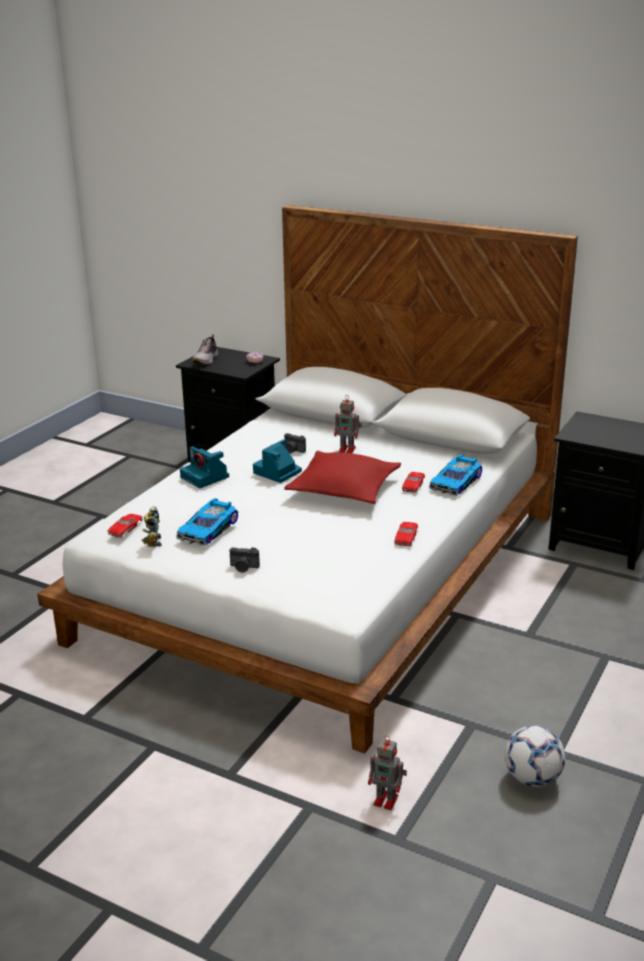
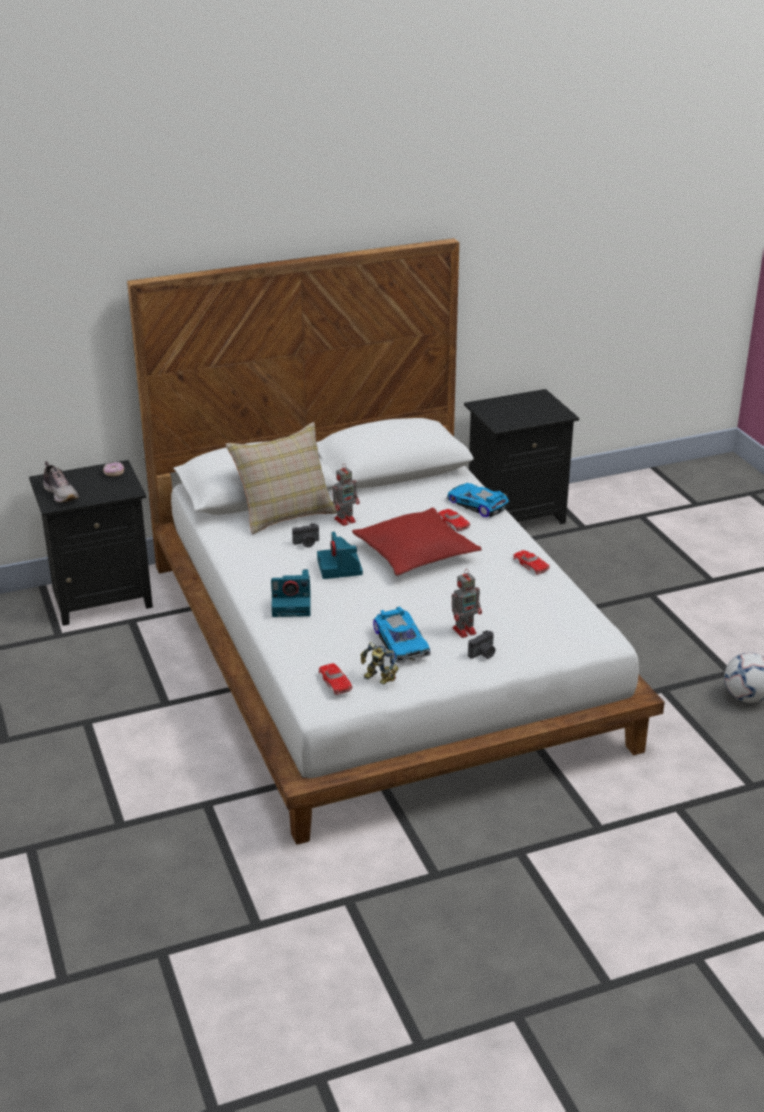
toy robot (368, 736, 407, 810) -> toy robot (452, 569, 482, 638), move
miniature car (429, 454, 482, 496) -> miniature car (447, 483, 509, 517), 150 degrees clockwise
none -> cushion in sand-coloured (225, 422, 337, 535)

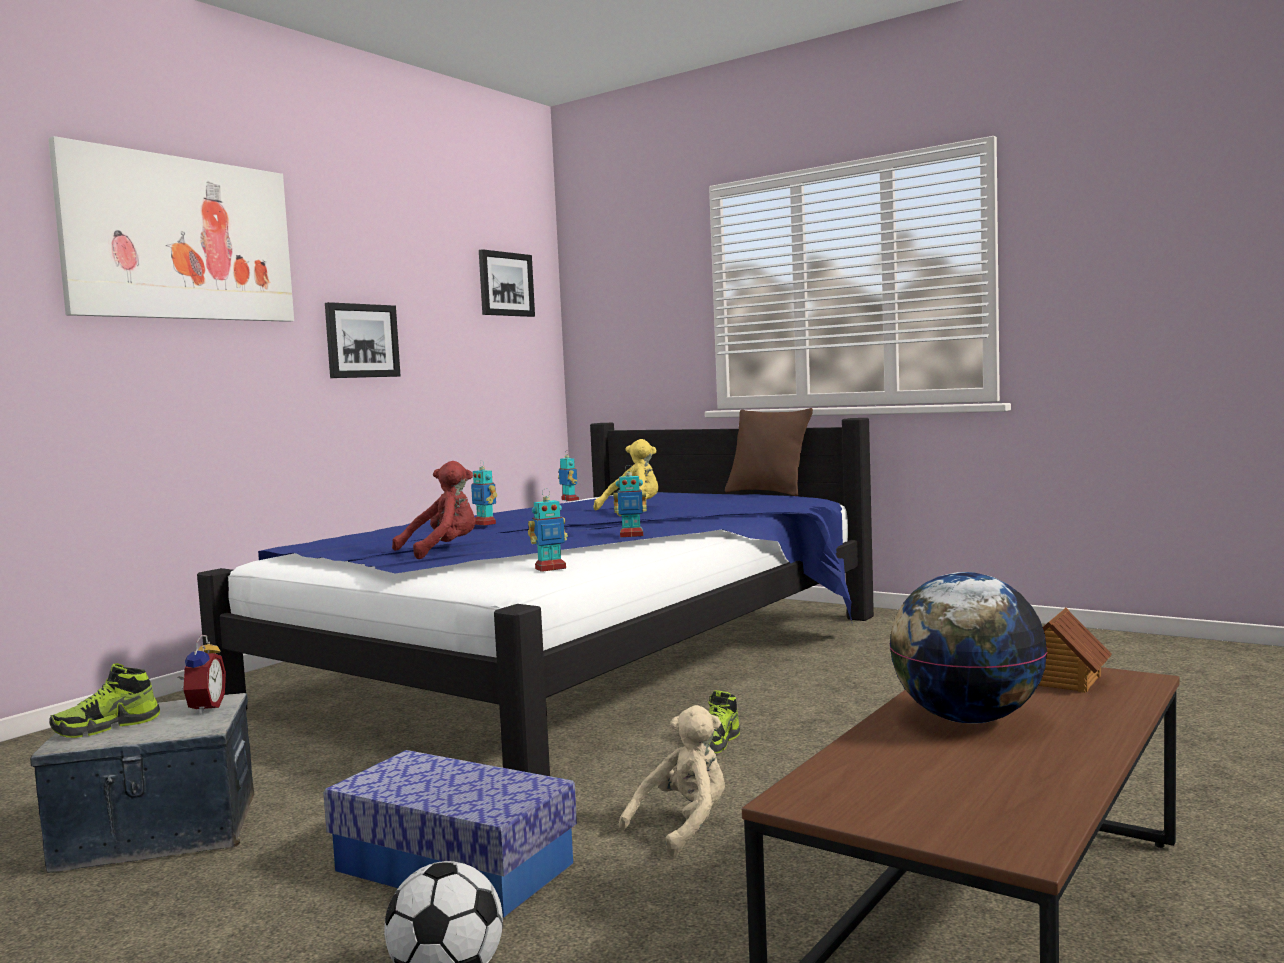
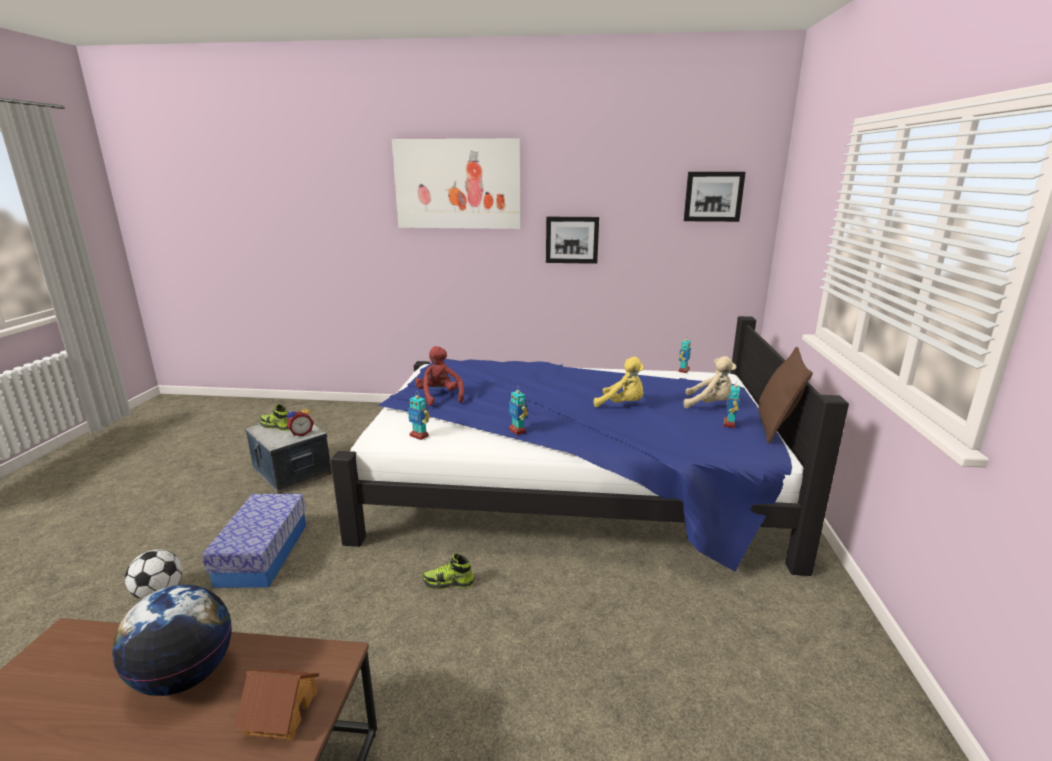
plush toy in red-coloured (392, 461, 476, 559) -> plush toy in red-coloured (415, 346, 464, 406), 135 degrees counterclockwise
toy robot (471, 462, 497, 526) -> toy robot (724, 385, 740, 428), move
plush toy in sand-coloured (618, 705, 725, 857) -> plush toy in sand-coloured (683, 356, 737, 408), move

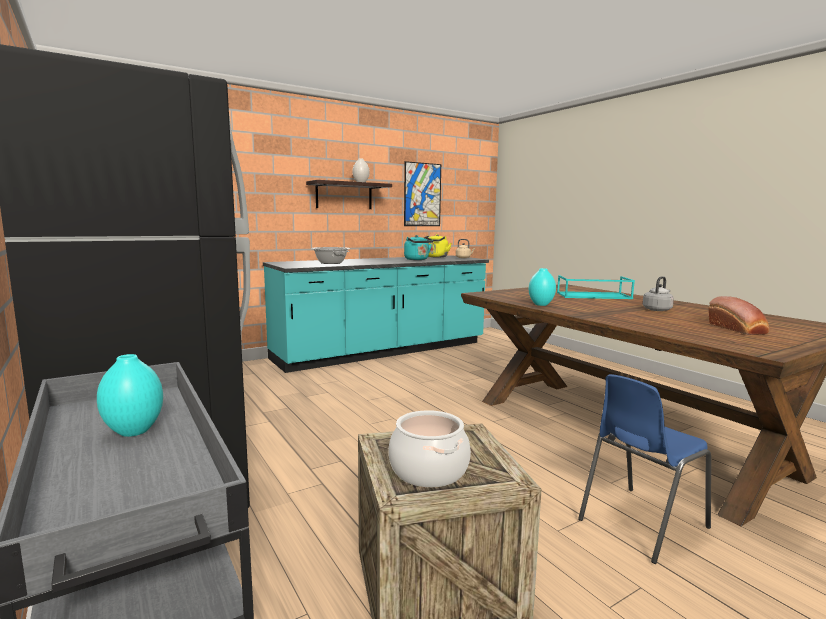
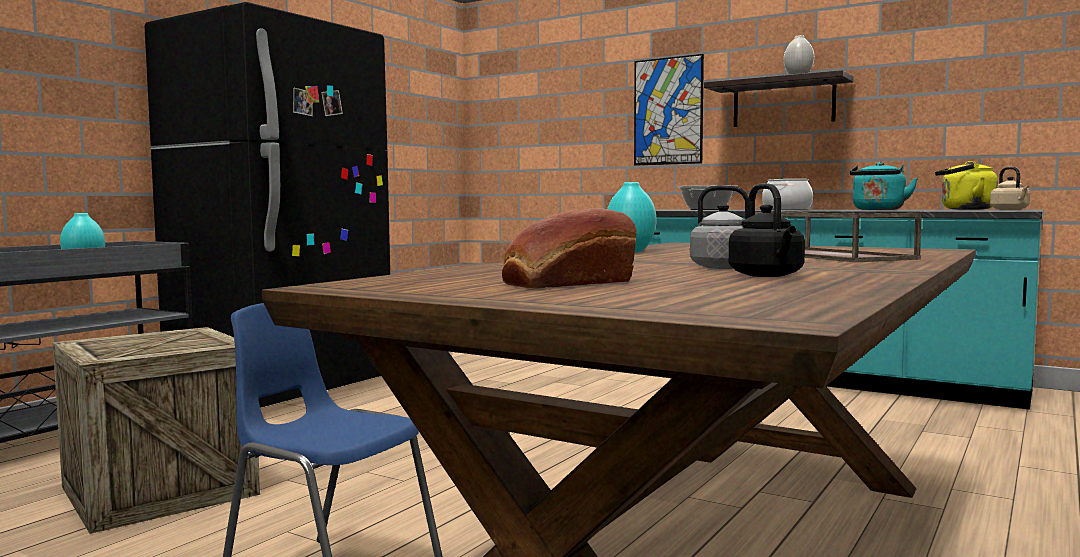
saucepot (388, 410, 471, 487) -> saucepot (762, 179, 813, 210), move
wall art (404, 161, 441, 226) -> wall art (634, 54, 704, 166), move
serving tray in turquoise (557, 275, 635, 299) -> serving tray in brown-coloured (755, 211, 922, 262)
none -> water kettle in blackish (729, 183, 805, 277)

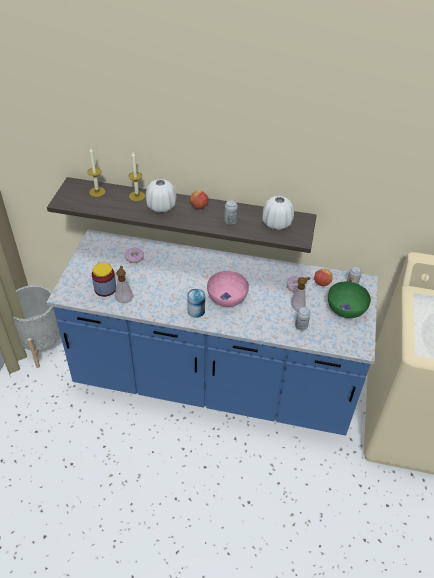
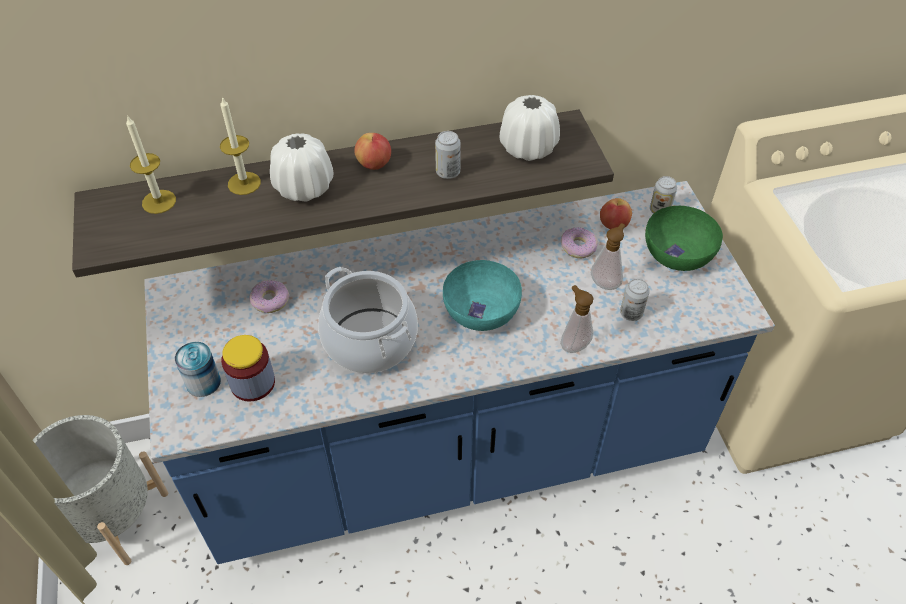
soap dispenser (115, 266, 133, 303) -> soap dispenser (560, 285, 594, 353), move
sealed can (187, 289, 205, 318) -> sealed can (175, 342, 221, 397), move
serving bowl in pink-coloured (207, 271, 249, 307) -> serving bowl in turquoise (443, 260, 522, 331)
none -> saucepot (318, 267, 418, 373)

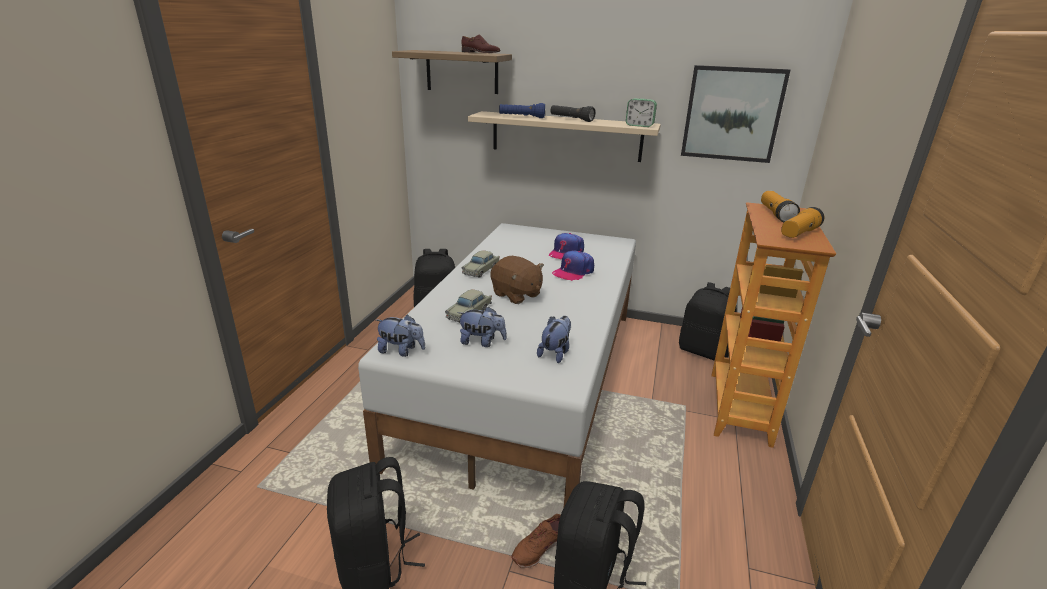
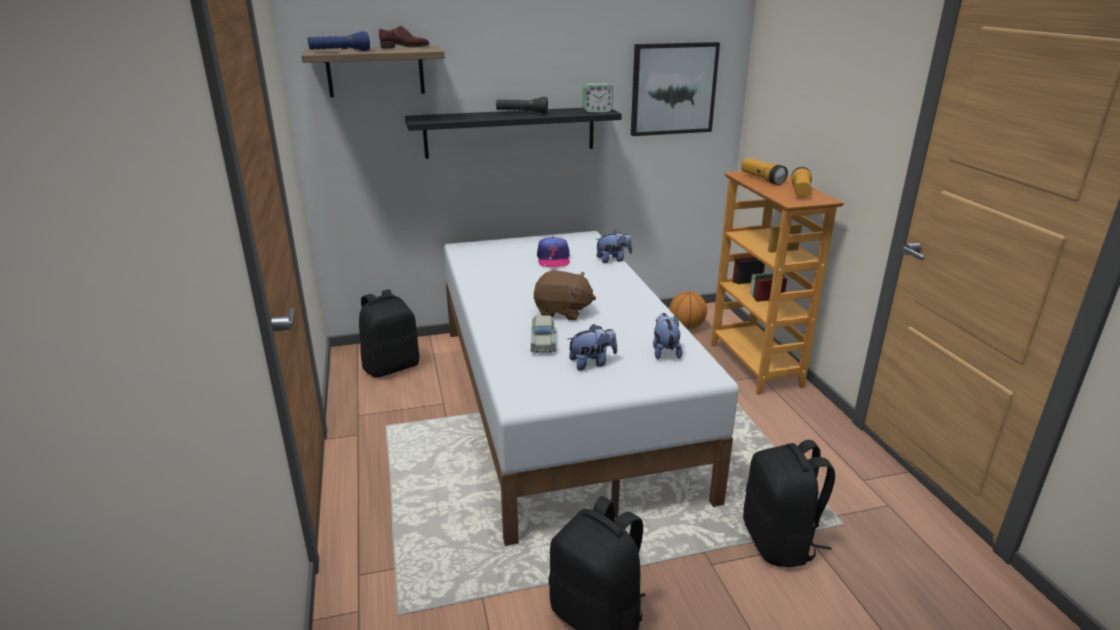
plush toy (376, 314, 425, 357) -> plush toy (595, 231, 632, 263), move
miniature car in sand-coloured (462, 250, 499, 278) -> none
shelf in sand-coloured (468, 111, 661, 162) -> shelf in blackish (405, 108, 622, 159)
torch in blue (499, 103, 545, 118) -> torch in blue (308, 31, 370, 51), move
low shoe in brown-coloured (511, 514, 561, 568) -> none
peaked cap (552, 250, 594, 281) -> none
rucksack in blackish (679, 282, 737, 361) -> basketball ball (669, 291, 707, 329)

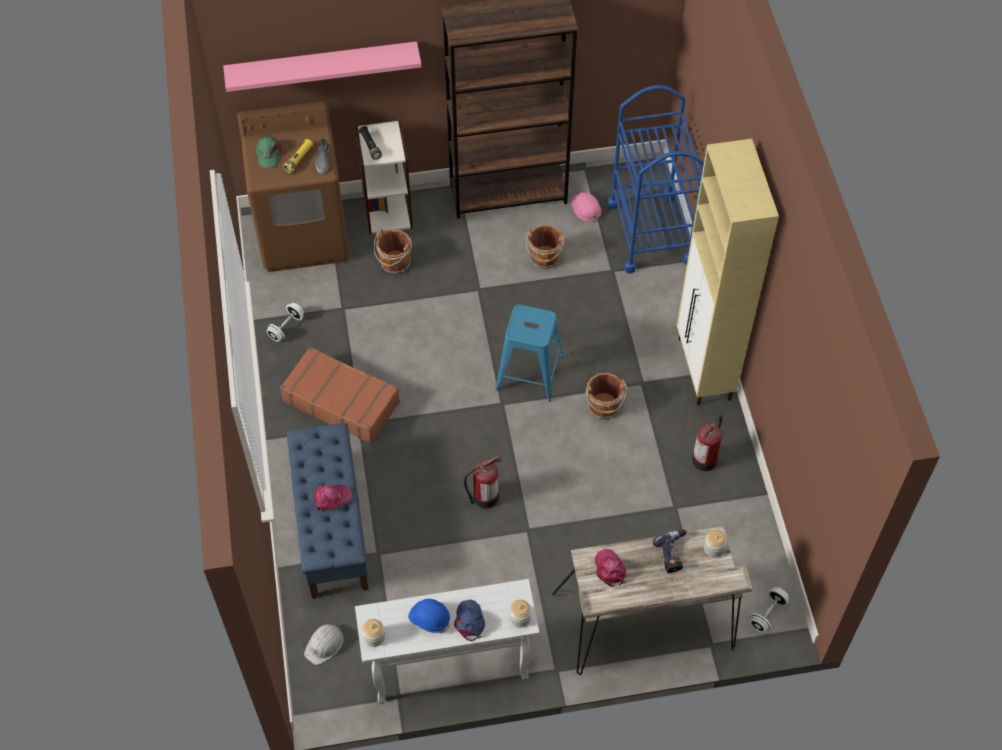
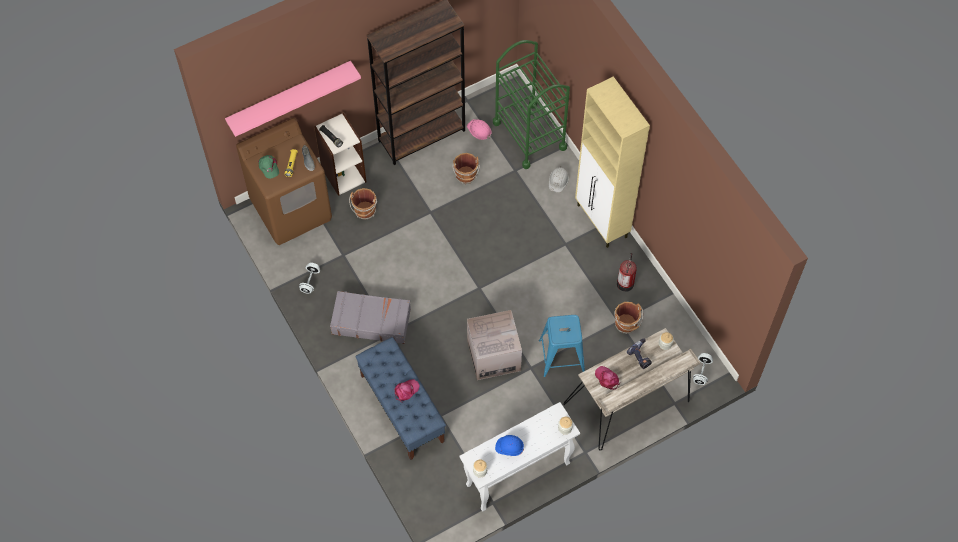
travel case in brown-coloured (280, 347, 400, 444) -> travel case in greyish (330, 291, 411, 344)
hard hat in white-coloured (304, 623, 344, 665) -> hard hat in white-coloured (549, 168, 569, 193), move
peaked cap in blue (454, 599, 485, 641) -> none
fire-fighting cylinder (464, 455, 501, 508) -> packing box (467, 310, 522, 380)
stool seat in blue (495, 305, 563, 402) -> stool seat in blue (539, 315, 585, 377), move
bucket in brown-coloured (586, 373, 627, 419) -> bucket in brown-coloured (614, 302, 643, 334), move
cart in blue (607, 85, 704, 273) -> cart in greenish (493, 40, 570, 169)

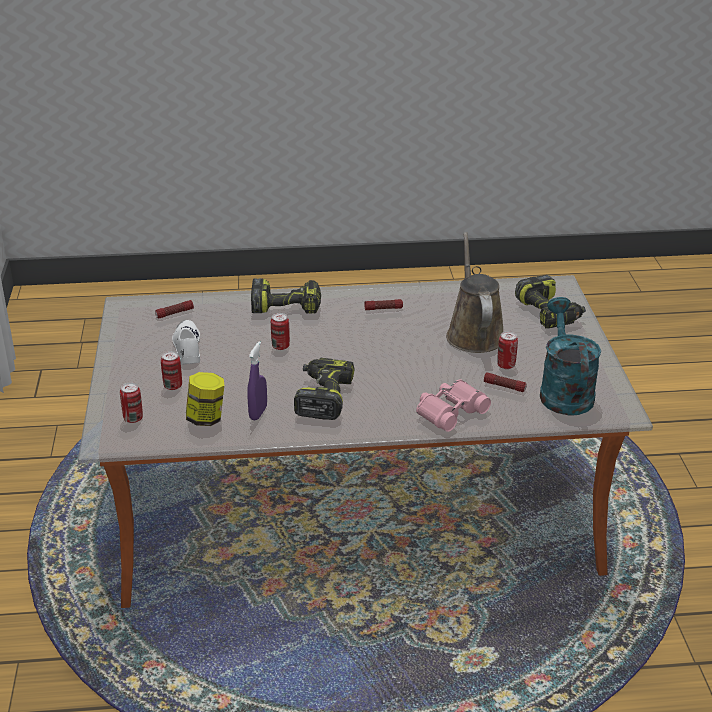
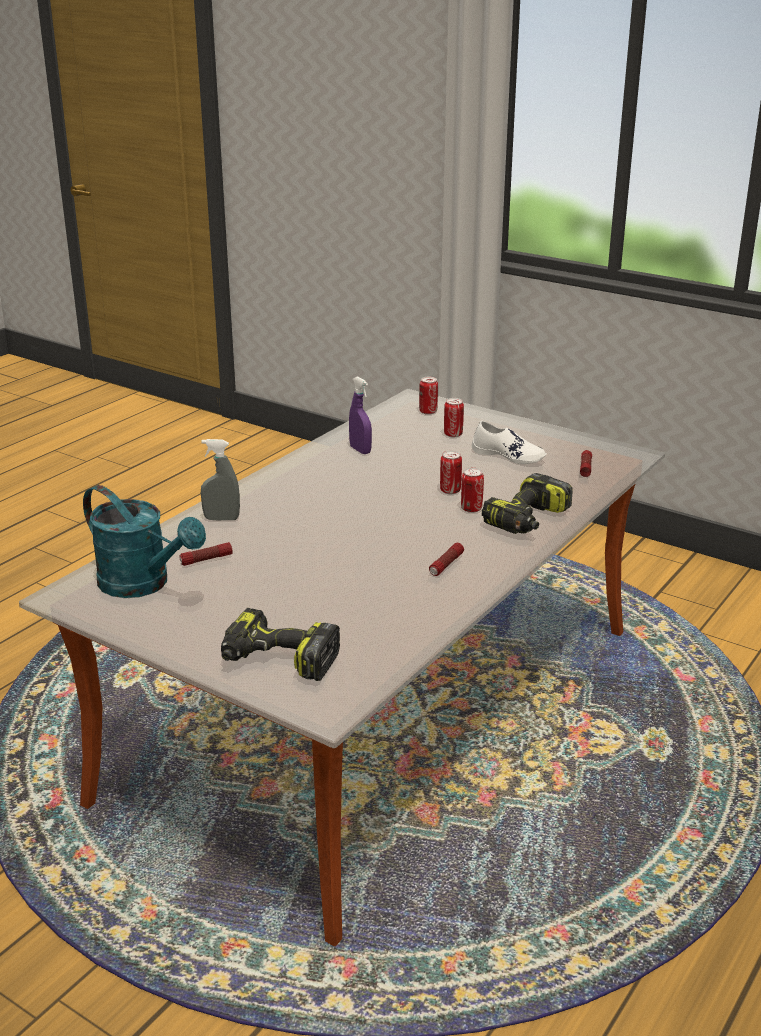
jar (186, 372, 224, 426) -> none
power drill (294, 358, 355, 420) -> none
field glasses in pink-coloured (416, 379, 491, 432) -> hand sprayer in greyish (201, 439, 240, 520)
watering pot in brown-coloured (446, 232, 503, 353) -> none
sealed can (497, 331, 518, 369) -> sealed can (461, 468, 484, 513), move

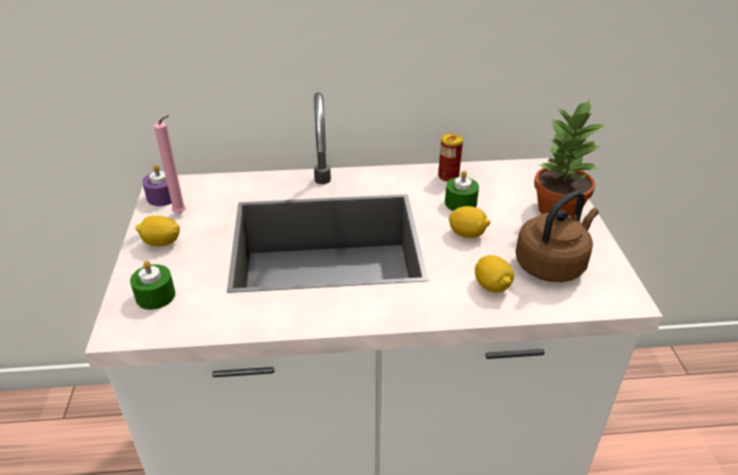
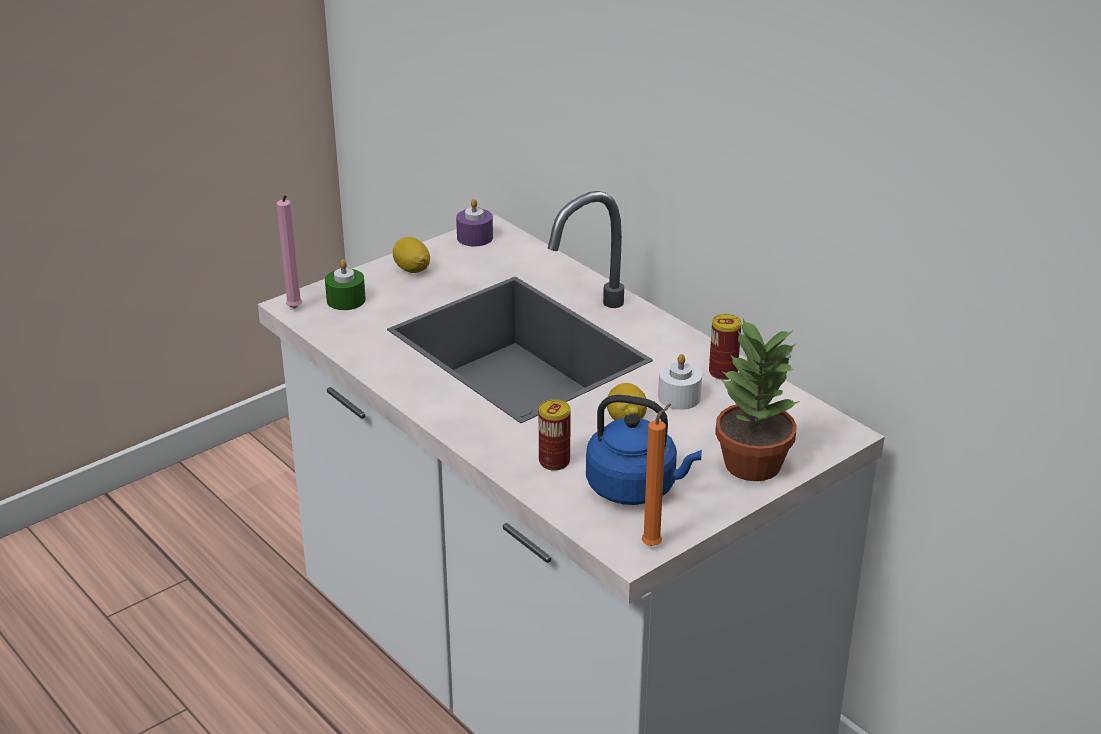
candle in pink-coloured (154, 115, 186, 214) -> candle in pink-coloured (277, 195, 302, 309), move
candle in greenish (445, 170, 479, 211) -> candle in white-coloured (658, 354, 702, 410)
lemon (475, 255, 514, 293) -> sealed can (539, 399, 571, 471)
water kettle in brown-coloured (515, 191, 599, 282) -> water kettle in blue (586, 395, 702, 505)
none -> candle in orange (642, 404, 671, 546)

